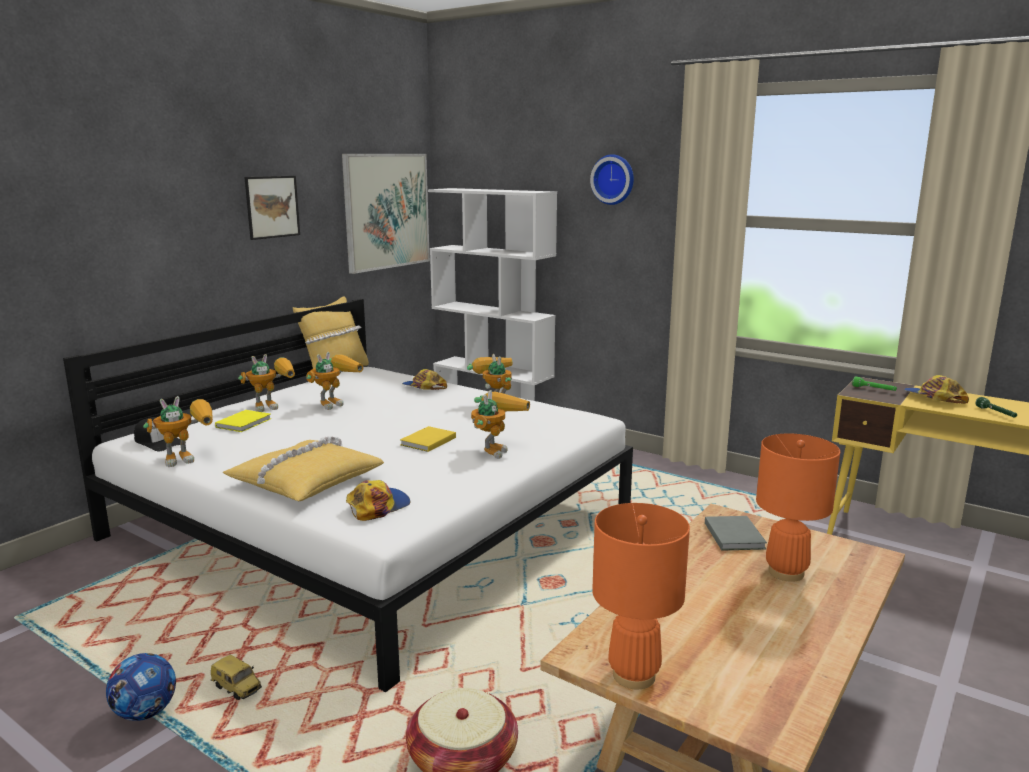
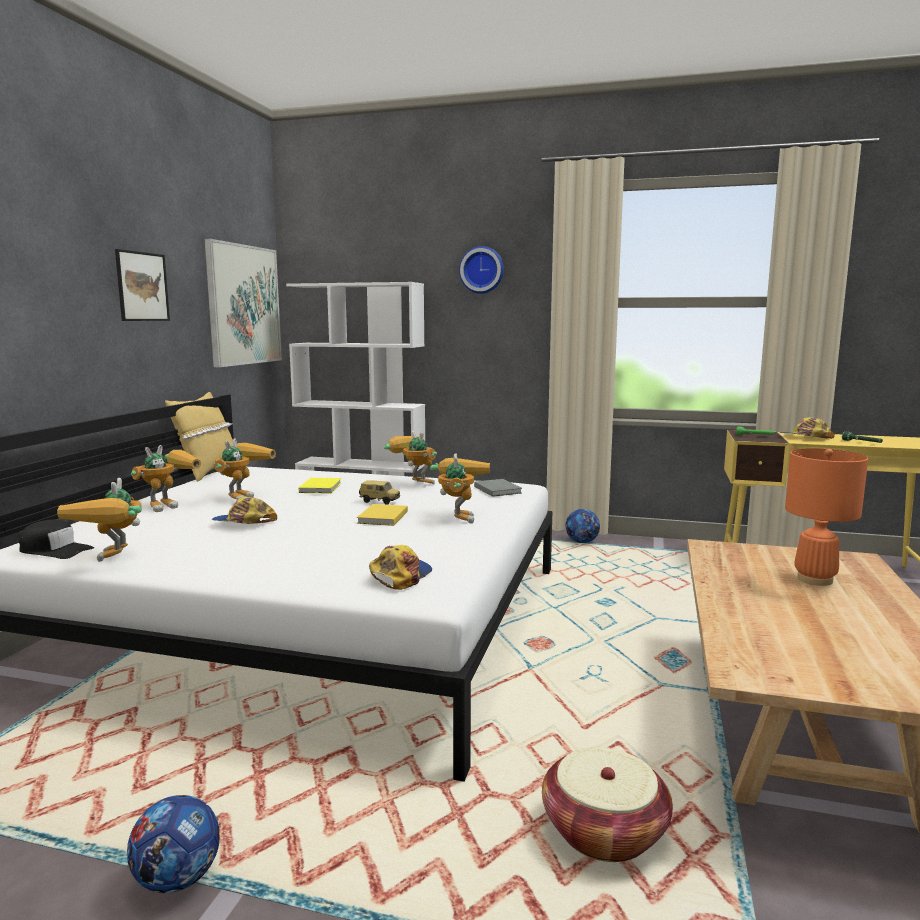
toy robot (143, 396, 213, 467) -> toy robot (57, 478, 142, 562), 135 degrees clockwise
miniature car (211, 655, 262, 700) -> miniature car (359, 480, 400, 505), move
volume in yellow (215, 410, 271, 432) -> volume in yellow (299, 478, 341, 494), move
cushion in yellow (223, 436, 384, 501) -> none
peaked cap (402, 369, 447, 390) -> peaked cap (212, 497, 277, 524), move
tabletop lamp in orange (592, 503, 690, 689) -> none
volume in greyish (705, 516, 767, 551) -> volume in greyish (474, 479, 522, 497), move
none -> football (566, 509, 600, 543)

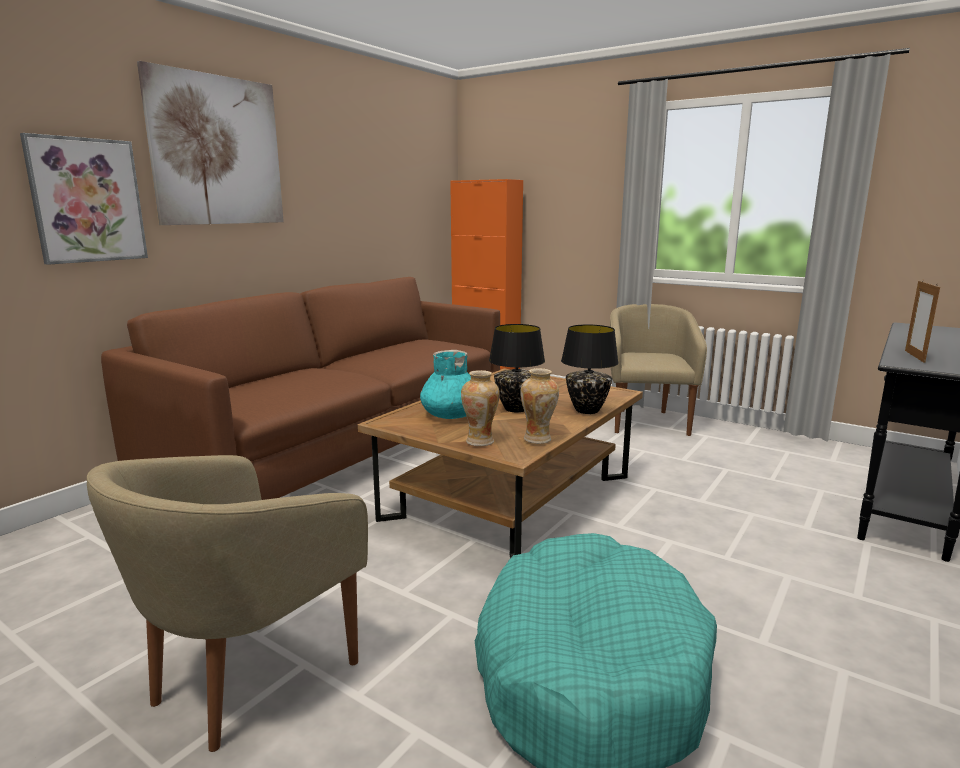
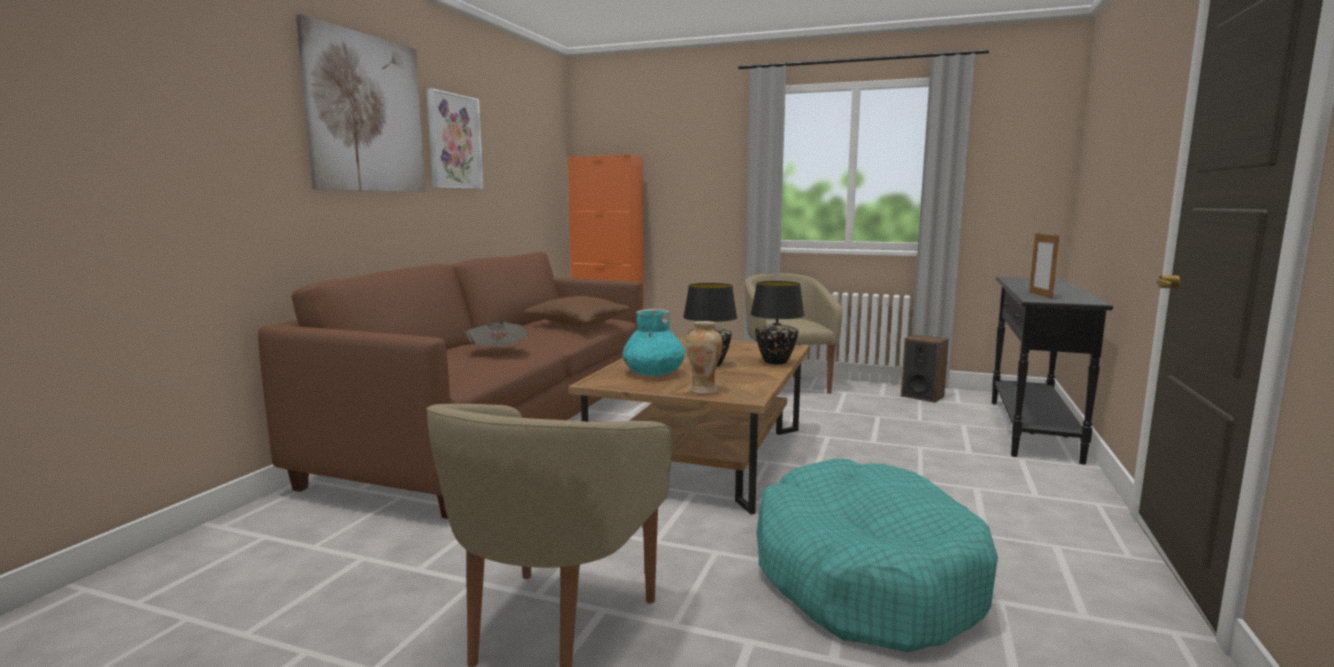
wall art (20, 133, 148, 265) -> wall art (426, 88, 483, 189), move
flower vase (520, 368, 559, 444) -> none
none -> daily paper (465, 322, 529, 346)
none -> cushion in brown-coloured (524, 296, 630, 327)
none -> audio speaker (901, 335, 949, 403)

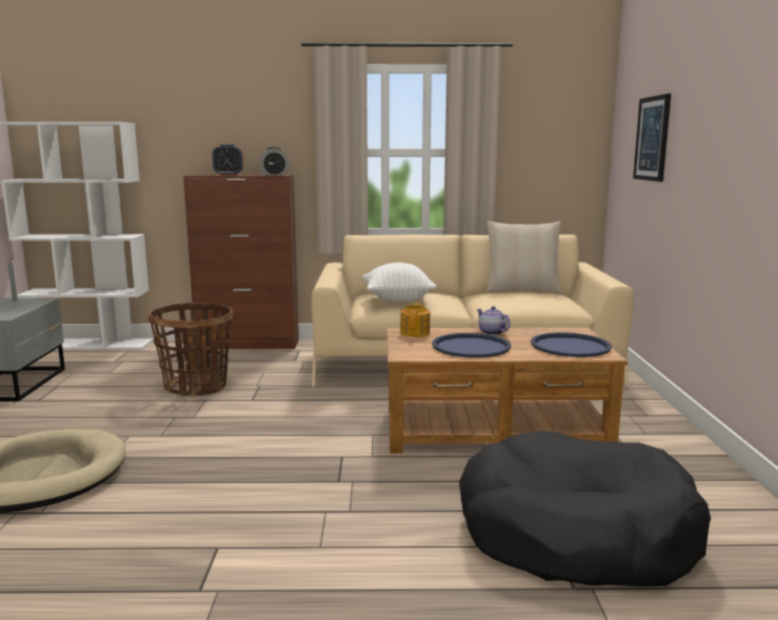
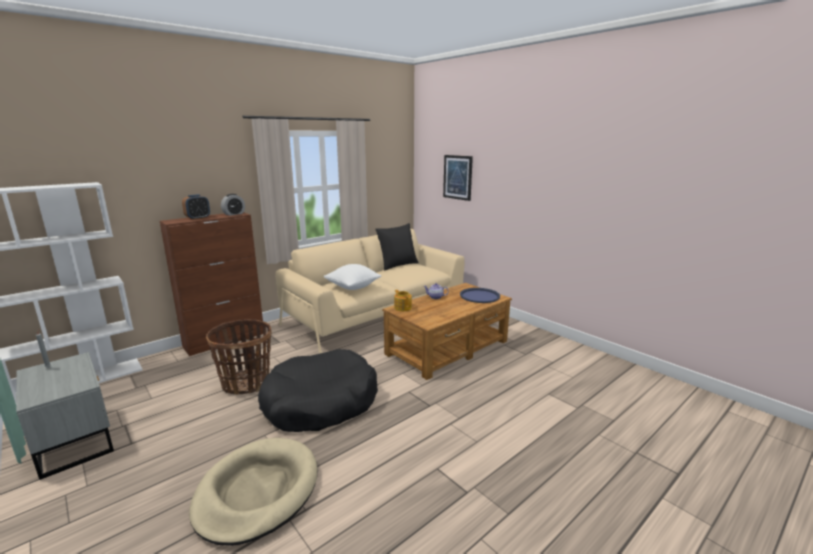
serving tray in blue (432, 333, 511, 358) -> none
dog cushion in blackish (459, 431, 711, 587) -> dog cushion in blackish (258, 349, 378, 432), move
cushion in sand-coloured (486, 221, 562, 294) -> cushion in blackish (376, 223, 419, 270)

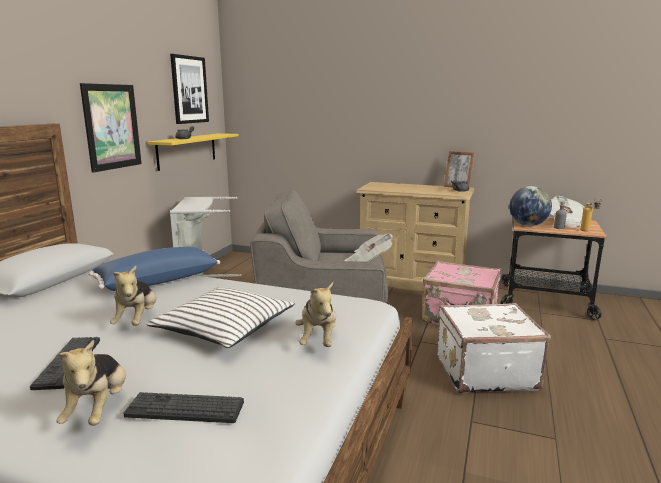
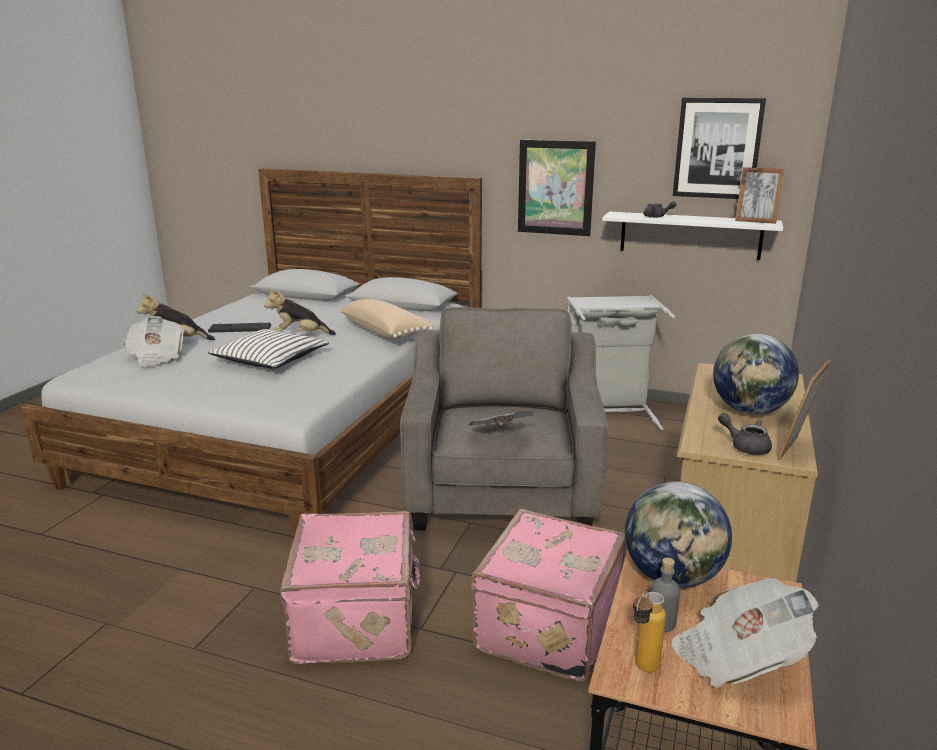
cushion in blue (89, 247, 220, 291) -> cushion in sand-coloured (340, 299, 435, 340)
keyboard (124, 392, 244, 423) -> daily paper (124, 316, 184, 367)
shelf in yellow (147, 133, 239, 171) -> shelf in white-coloured (602, 211, 783, 260)
plush toy (295, 282, 336, 347) -> none
travel case in white-coloured (437, 303, 551, 393) -> travel case in pink-coloured (280, 511, 422, 664)
none -> desk globe (713, 334, 799, 415)
none -> standing frame (735, 167, 784, 224)

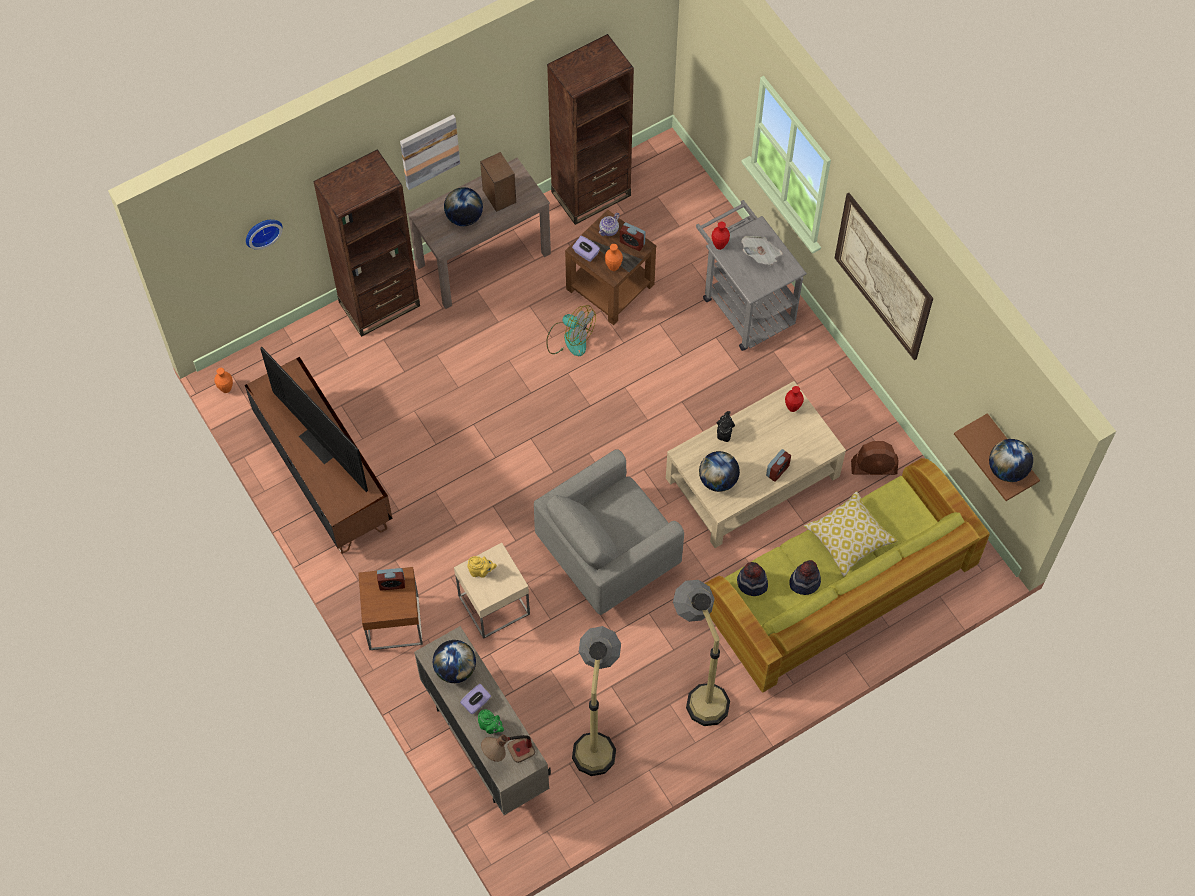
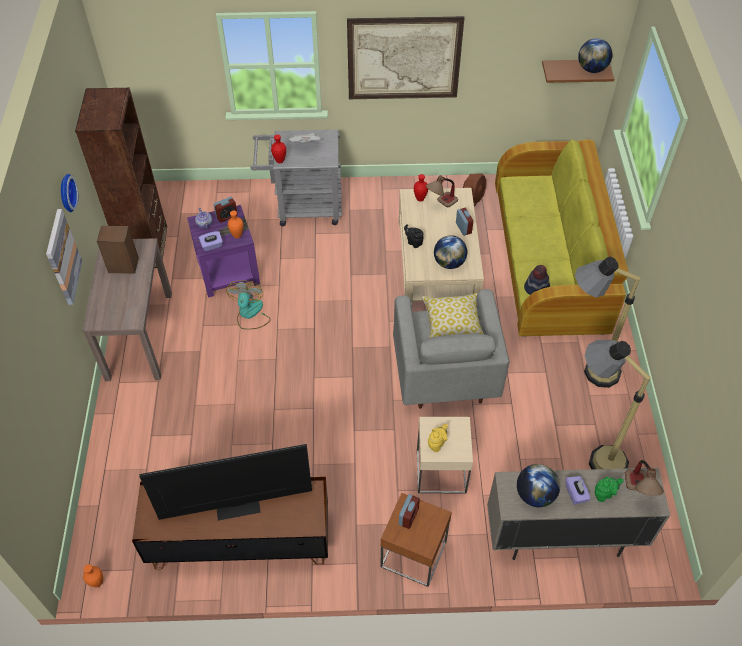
wall clock (246, 220, 283, 250) -> wall clock (61, 174, 78, 212), move
bookcase in brown-coloured (313, 149, 420, 337) -> none
desk globe (444, 187, 483, 226) -> none
cooling fan (546, 305, 596, 356) -> cooling fan (226, 280, 271, 330), 60 degrees counterclockwise
end table in brown-coloured (565, 210, 656, 325) -> end table in purple (187, 205, 260, 298)
clothing hat (789, 560, 821, 595) -> none
cushion (804, 491, 898, 577) -> cushion (422, 293, 484, 338), move
none -> tabletop lamp (426, 175, 458, 207)

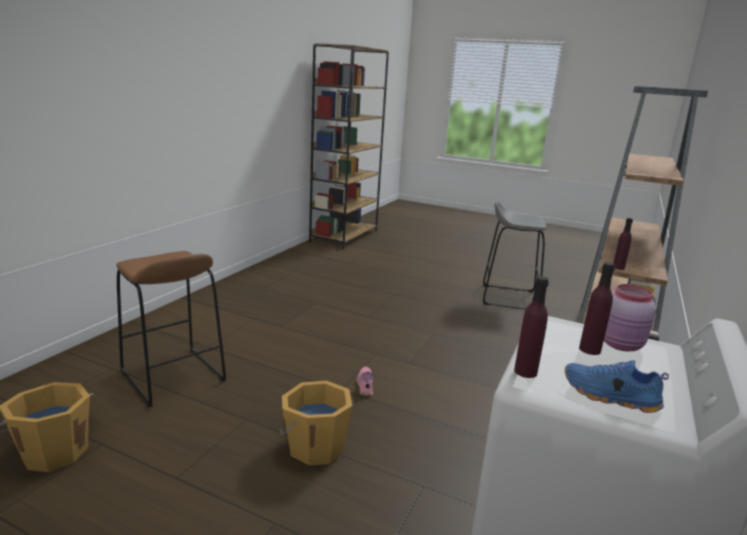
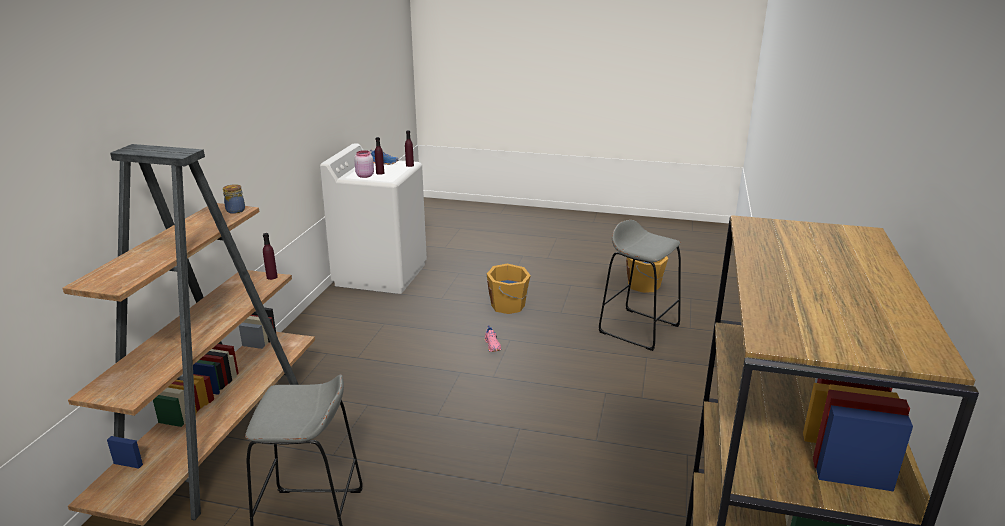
stool seat in brown-coloured (116, 251, 226, 407) -> stool seat in greyish (599, 220, 681, 351)
none -> jar (223, 184, 245, 214)

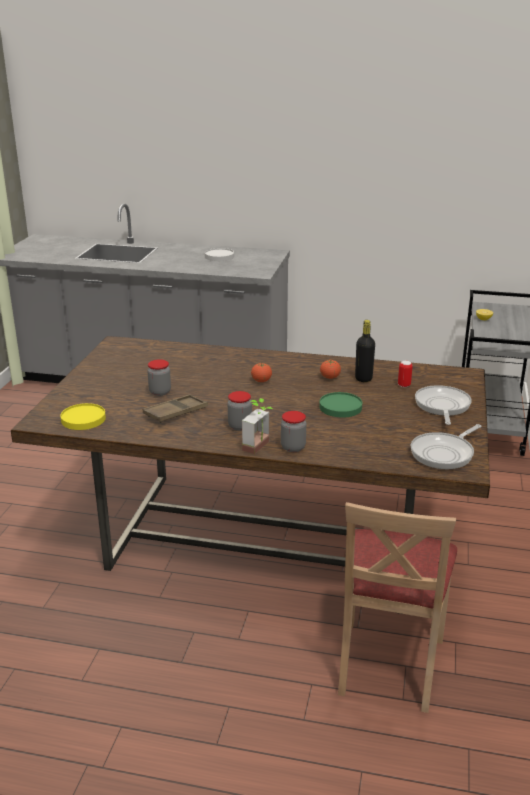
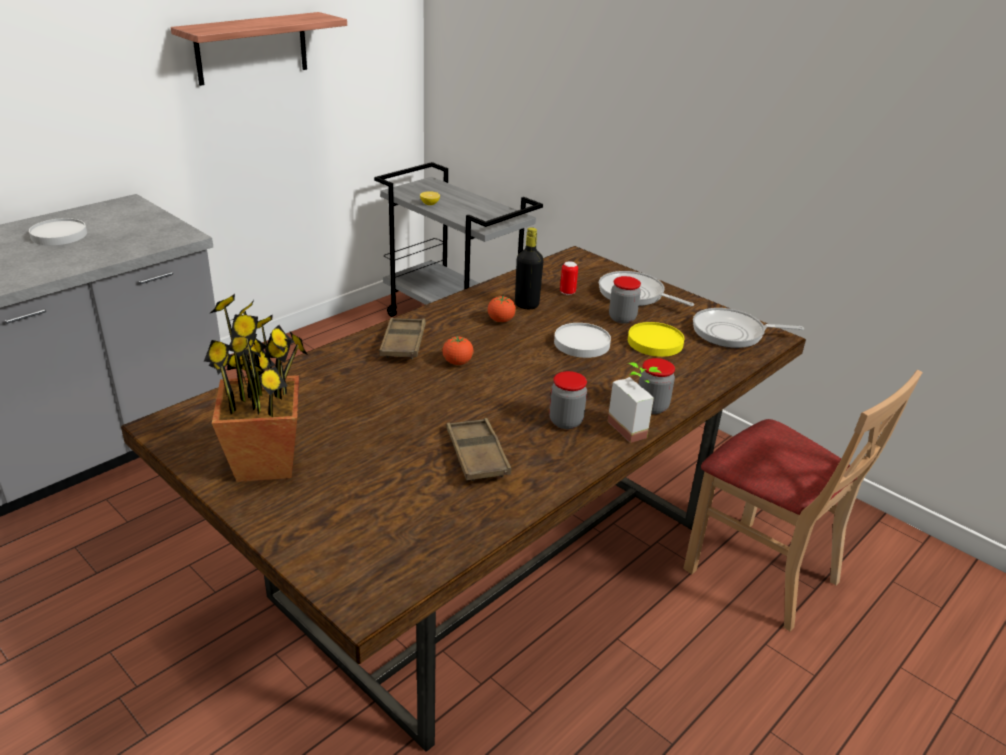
dinner plate in yellow (60, 403, 106, 430) -> dinner plate in yellow (628, 322, 684, 357), move
jar (147, 359, 171, 396) -> jar (609, 276, 641, 324), move
dinner plate in greenish (319, 392, 362, 418) -> dinner plate in white-coloured (554, 323, 611, 358)
frying pan (411, 424, 482, 469) -> frying pan (693, 308, 804, 348), 105 degrees clockwise
none -> shelf (171, 12, 347, 86)
none -> plant in a pot (204, 294, 308, 482)
none -> serving tray in brown-coloured (379, 318, 426, 359)

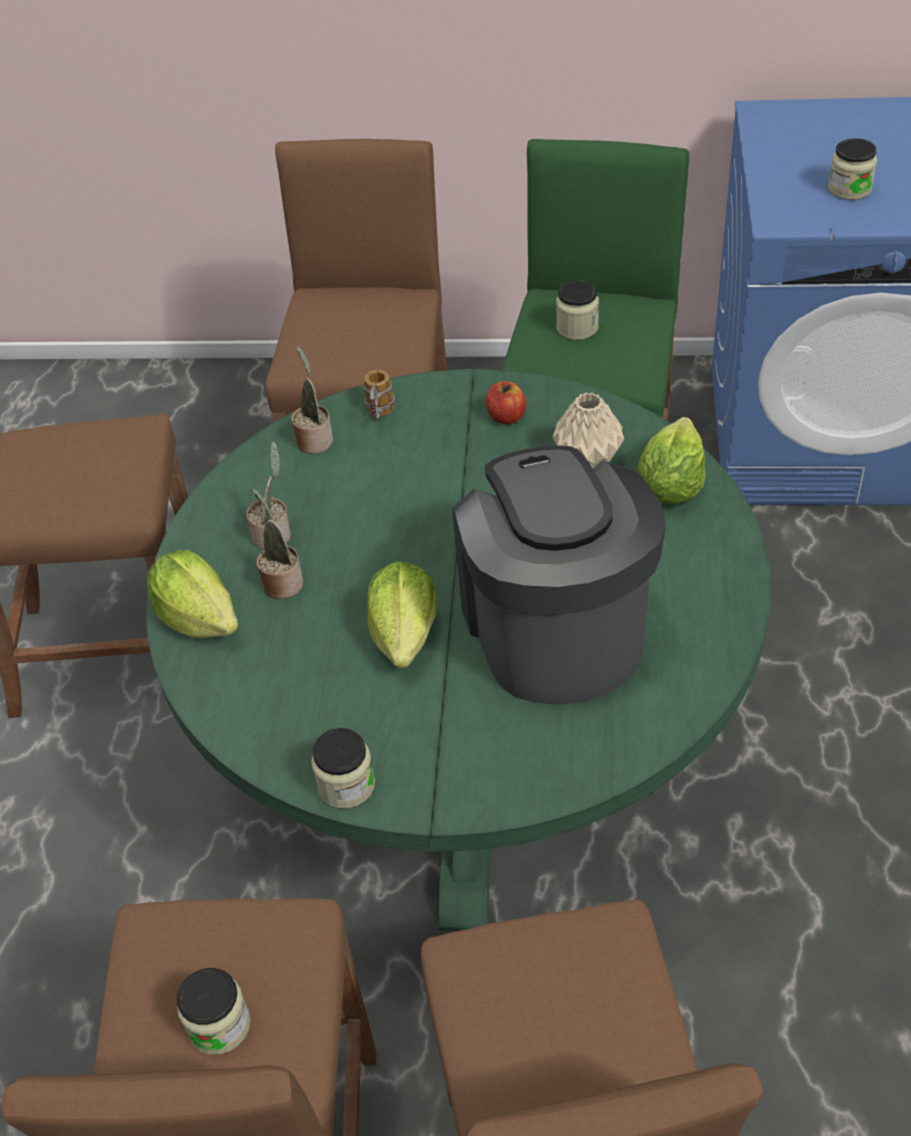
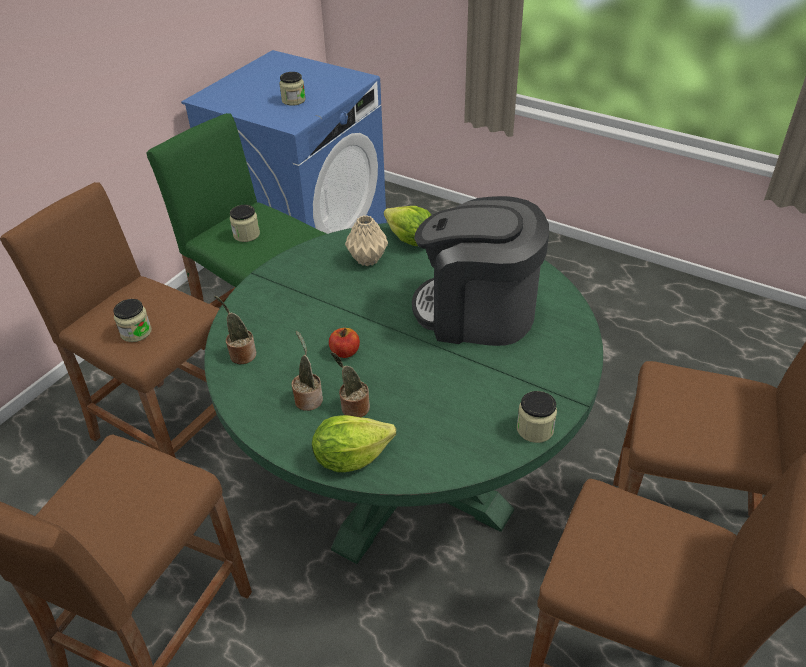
jar (176, 968, 251, 1055) -> jar (113, 299, 152, 342), move
mug (364, 370, 395, 421) -> none
head of lettuce (367, 561, 438, 668) -> none
apple fruit (486, 381, 526, 424) -> apple fruit (329, 328, 360, 358), move

